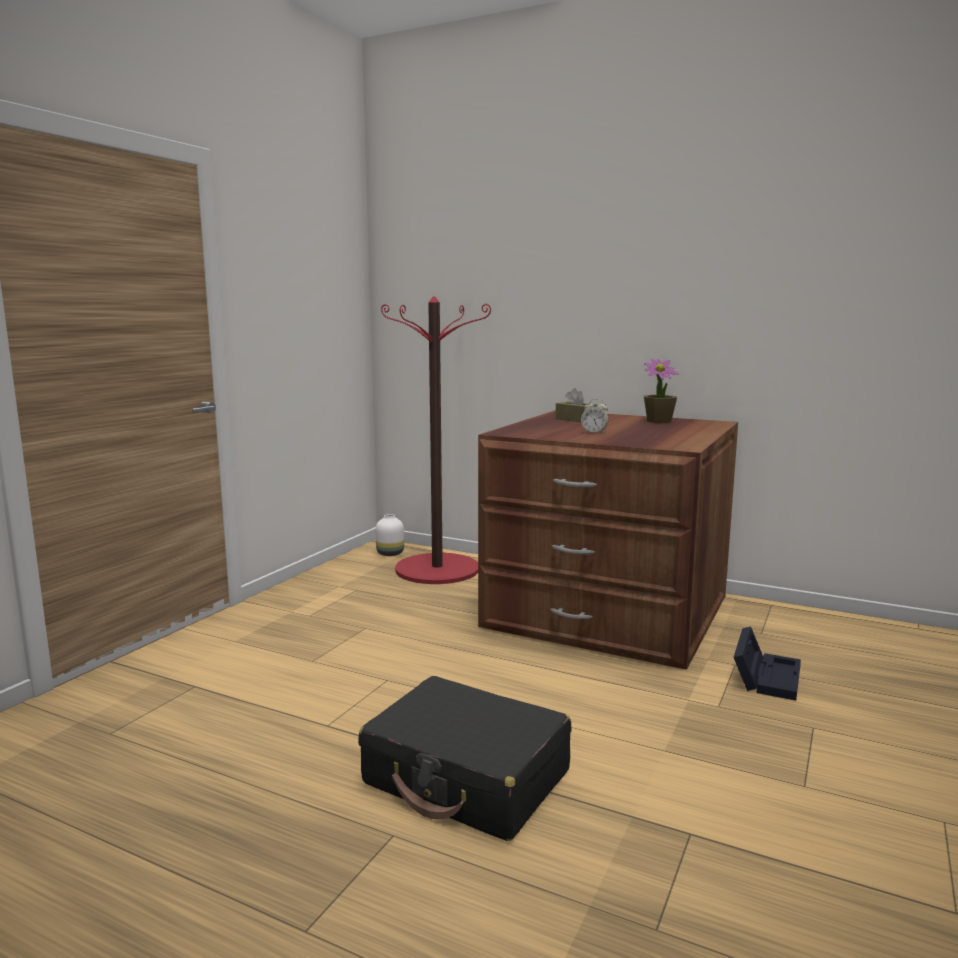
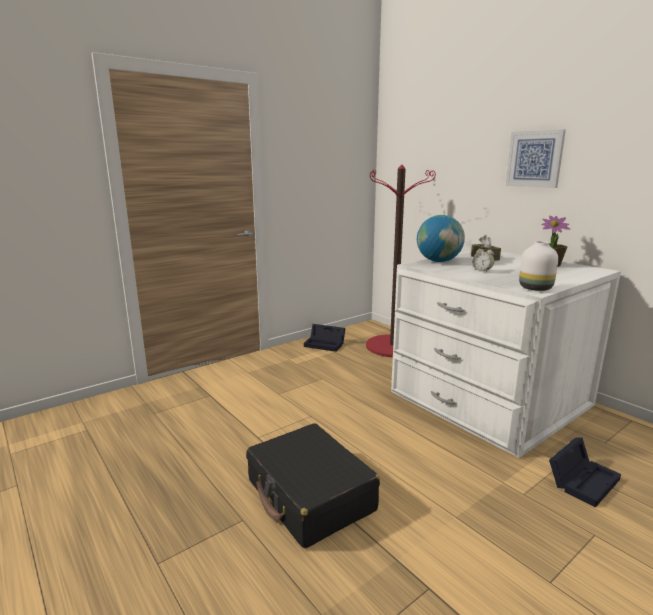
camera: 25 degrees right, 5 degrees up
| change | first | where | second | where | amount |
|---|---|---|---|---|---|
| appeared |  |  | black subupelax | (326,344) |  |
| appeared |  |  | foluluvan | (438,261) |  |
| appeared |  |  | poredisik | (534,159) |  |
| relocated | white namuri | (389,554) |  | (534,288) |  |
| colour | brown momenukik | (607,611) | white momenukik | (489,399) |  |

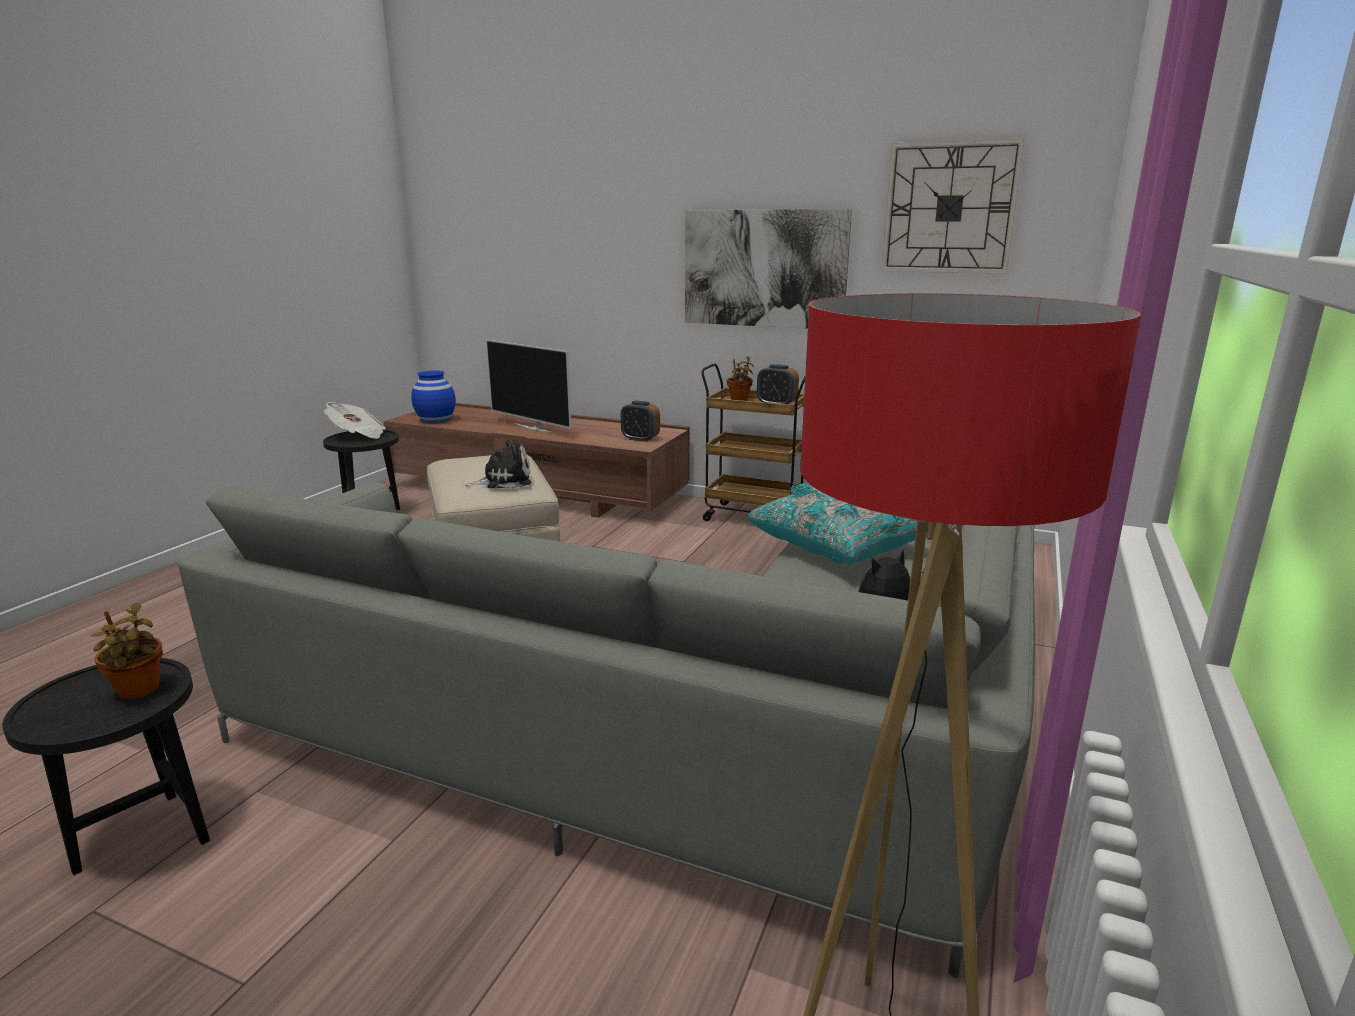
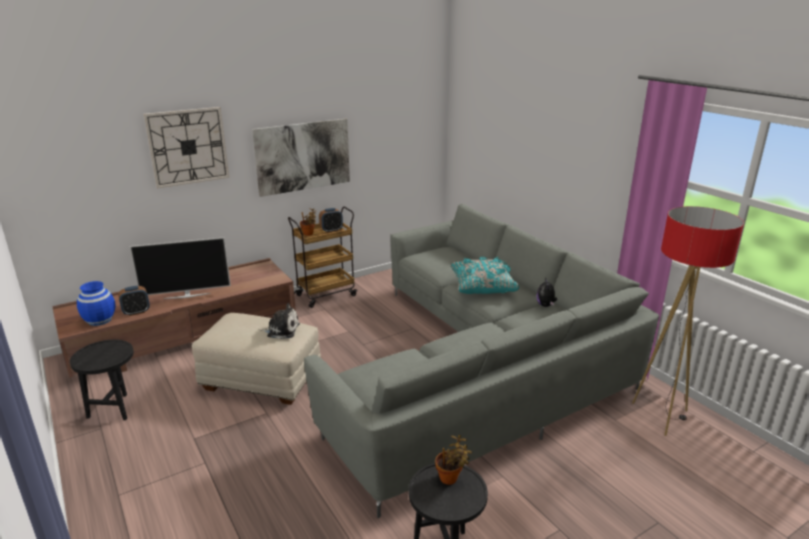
camera: 55 degrees left, 5 degrees up
| change | first | where | second | where | amount |
|---|---|---|---|---|---|
| missing | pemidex | (358,435) |  |  |  |
| relocated | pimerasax | (640,439) |  | (136,312) |  |
| relocated | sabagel | (949,208) |  | (188,147) |  |
| spun | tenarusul | (504,481) |  | (281,330) | 75 degrees clockwise |

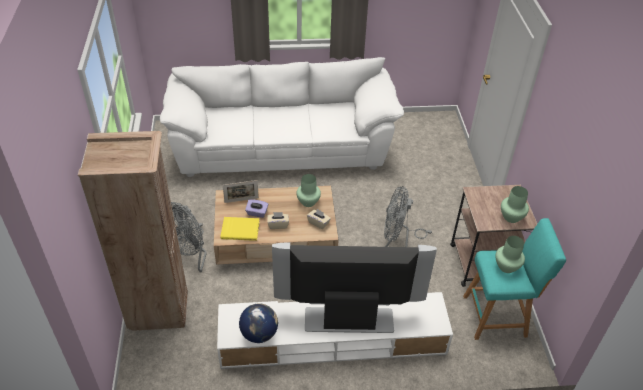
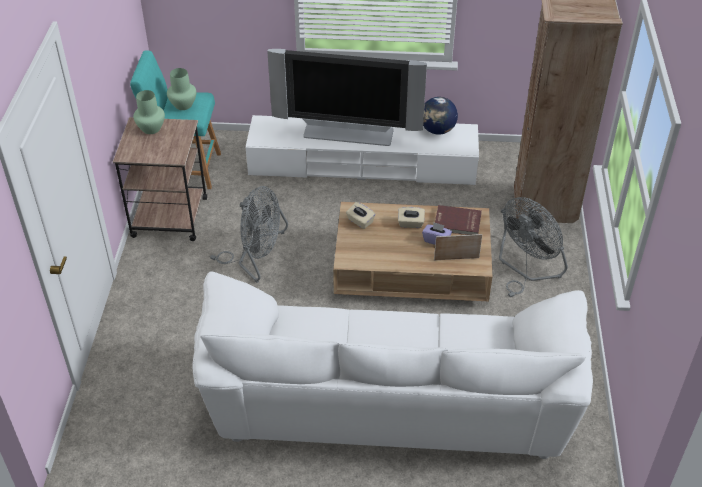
camera: 170 degrees left, 0 degrees up
| change | first | where | second | where | amount |
|---|---|---|---|---|---|
| missing | green namuri | (308,202) |  |  |  |
| colour | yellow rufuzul | (240,229) | red rufuzul | (457,222) |  |

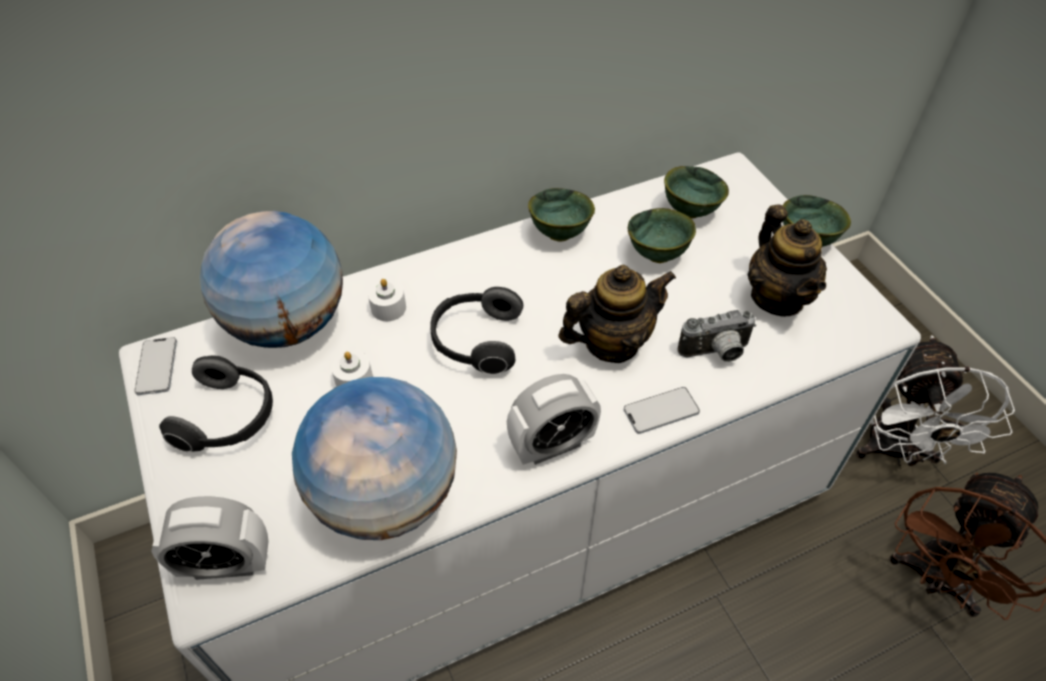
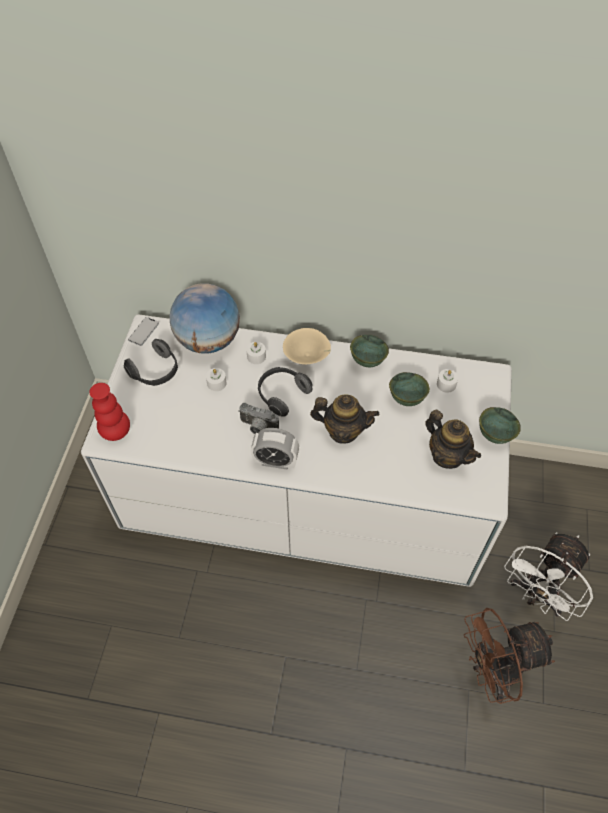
camera: 35 degrees right, 5 degrees up
| change | first | where | second | where | amount |
|---|---|---|---|---|---|
| missing | foluluvan | (387,495) |  |  |  |
| missing | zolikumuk | (661,411) |  |  |  |
| appeared |  |  | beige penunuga | (307,357) |  |
| relocated | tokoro | (716,353) |  | (257,427) |  |
| exchanged | pimerasax | (226,563) | red namuri | (116,432) |  |
| exchanged | green penunuga | (689,210) | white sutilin | (446,384) |  |
| spun | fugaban | (777,297) |  | (447,455) | 60 degrees counterclockwise |

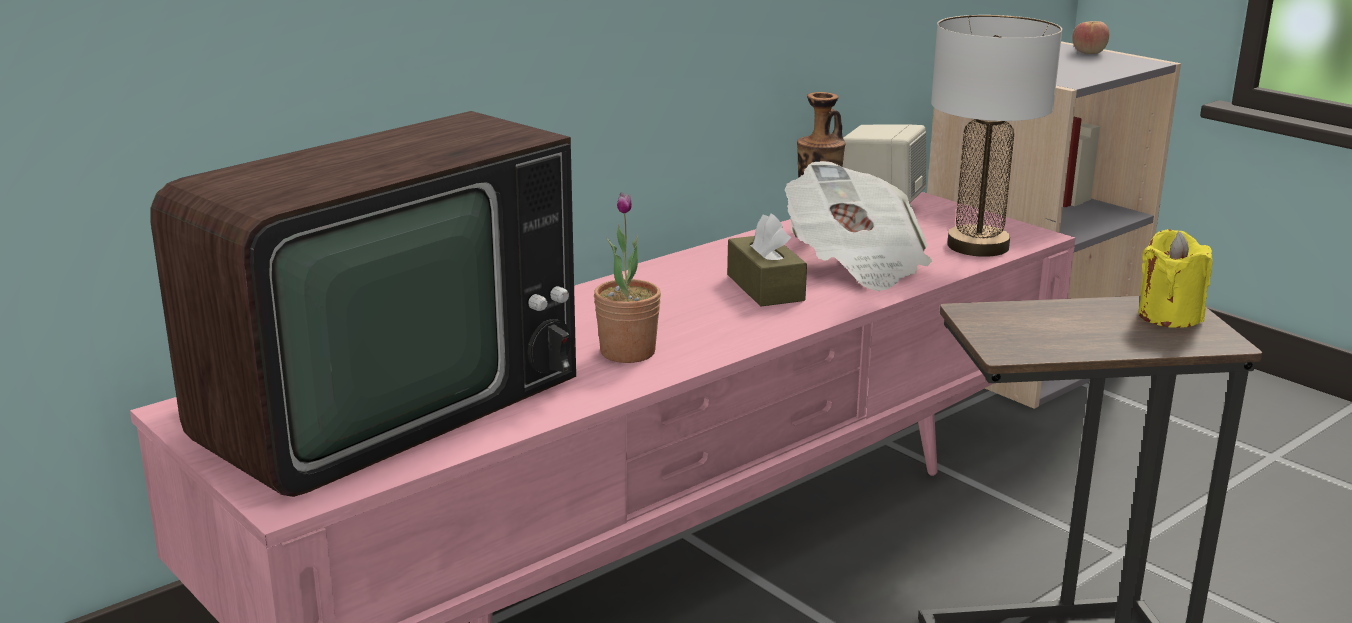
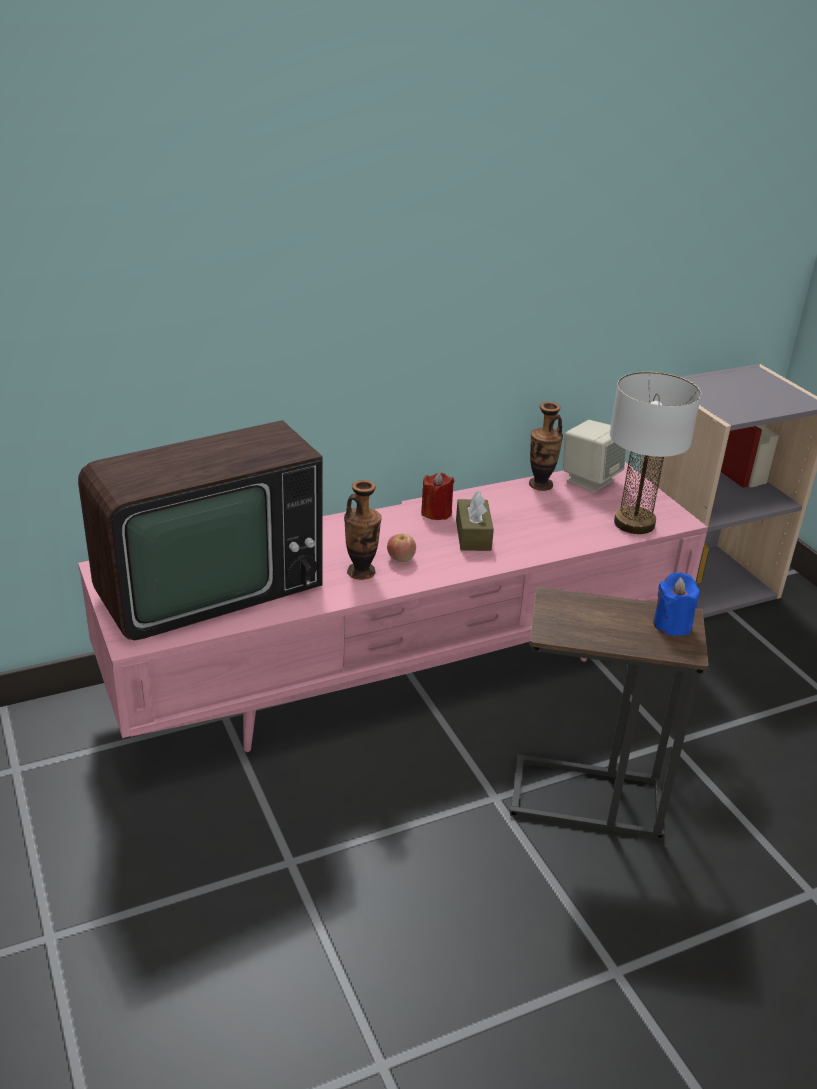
camera: 15 degrees right, 10 degrees up
| change | first | where | second | where | amount |
|---|---|---|---|---|---|
| missing | pemidex | (855,264) |  |  |  |
| appeared |  |  | red sutilin | (436,513) |  |
| relocated | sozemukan | (1088,52) |  | (401,558) |  |
| exchanged | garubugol | (627,352) | namuri | (361,572) |  |
| colour | yellow sutilin | (1169,316) | blue sutilin | (672,625) |  |

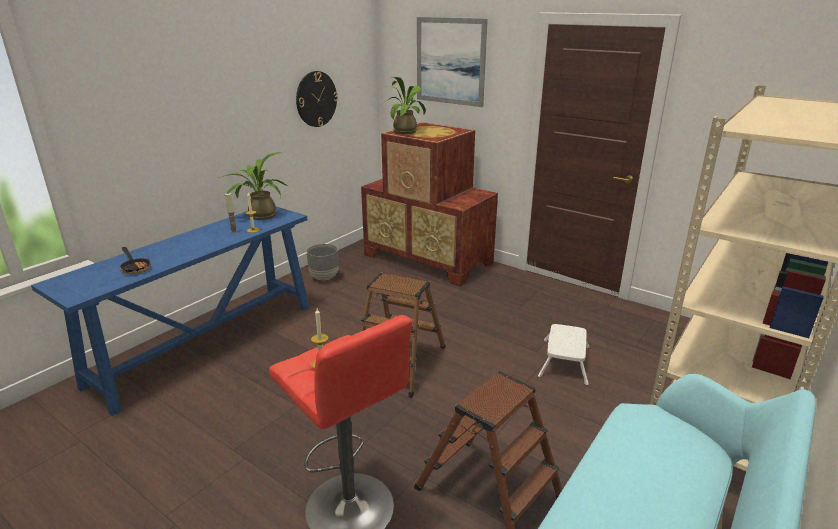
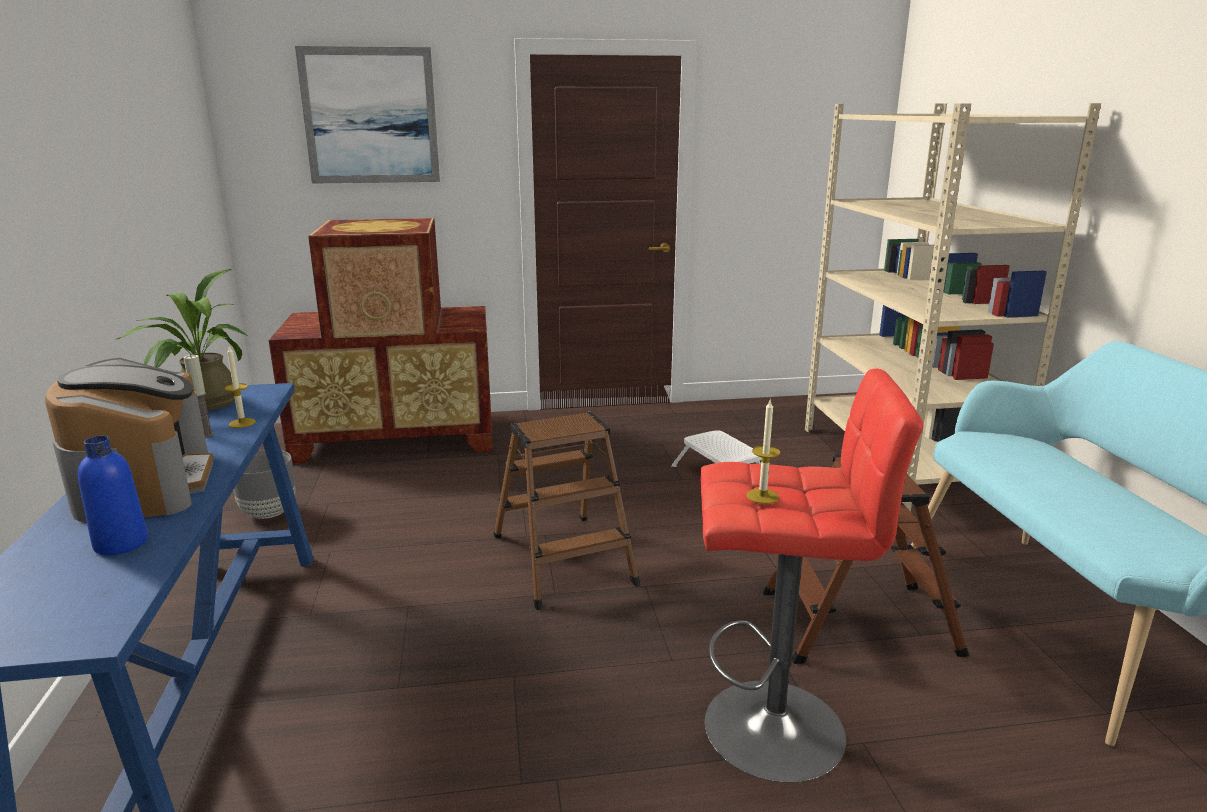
camera: 45 degrees left, 5 degrees down
| change | first | where | second | where | amount |
|---|---|---|---|---|---|
| missing | sabagel | (316,99) |  |  |  |
| missing | garubugol | (407,131) |  |  |  |
| appeared |  |  | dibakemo | (144,484) |  |
| exchanged | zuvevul | (135,268) | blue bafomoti | (121,544) |  |

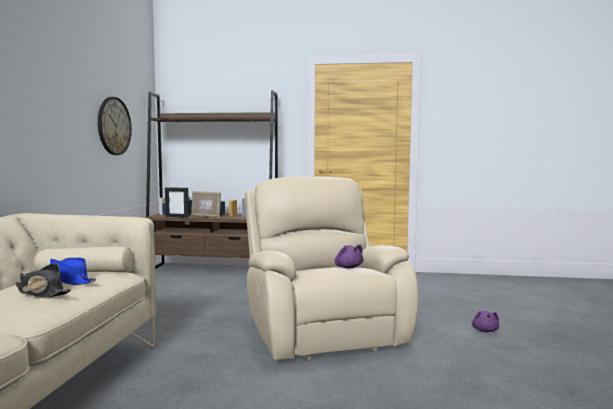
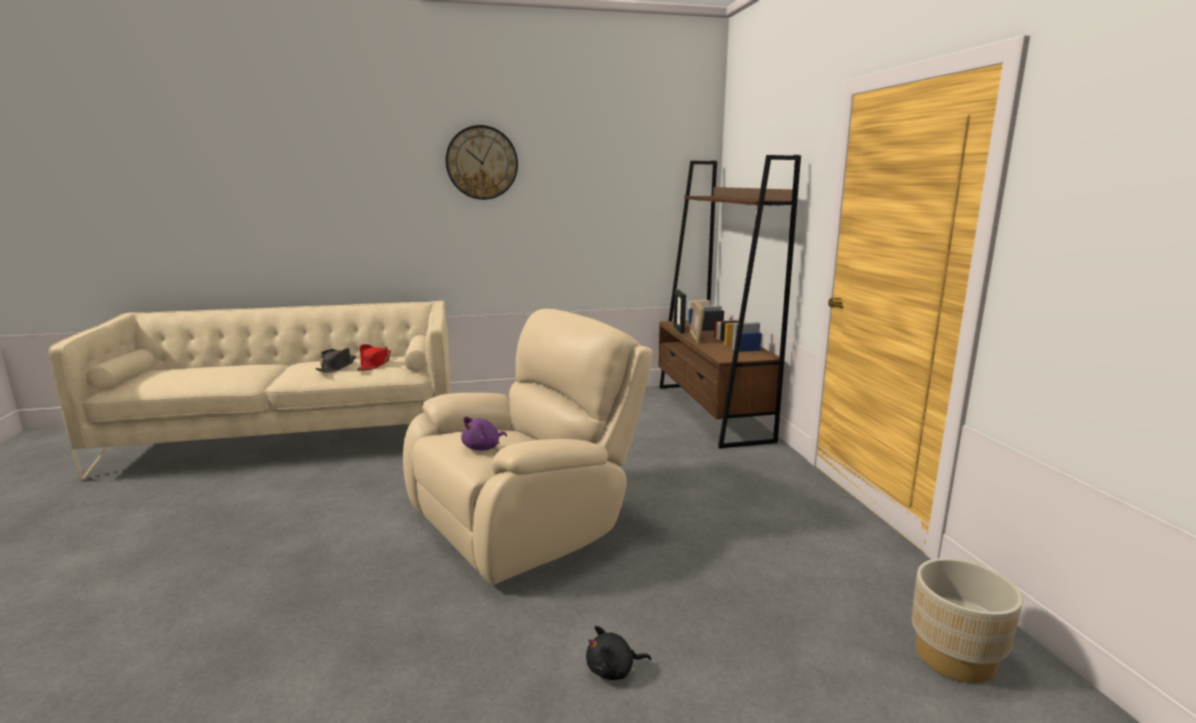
camera: 70 degrees right, 10 degrees up
| change | first | where | second | where | amount |
|---|---|---|---|---|---|
| appeared |  |  | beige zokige | (954,657) |  |
| relocated | sabagel | (114,126) |  | (482,163) |  |
| colour | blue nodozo | (68,280) | red nodozo | (374,364) |  |
| colour | purple tenarusul | (485,330) | black tenarusul | (613,670) |  |

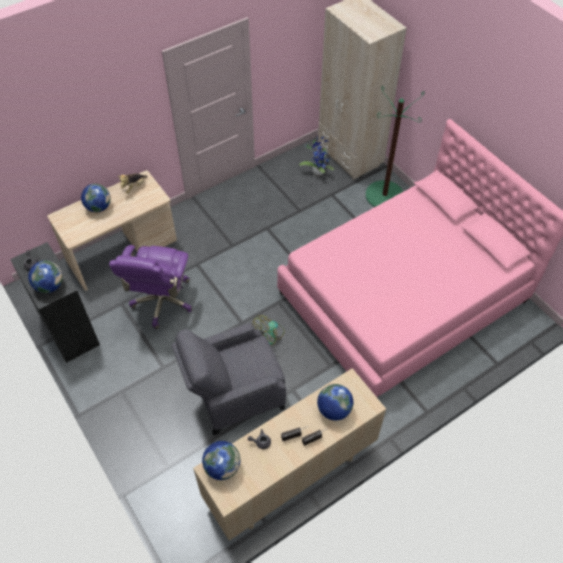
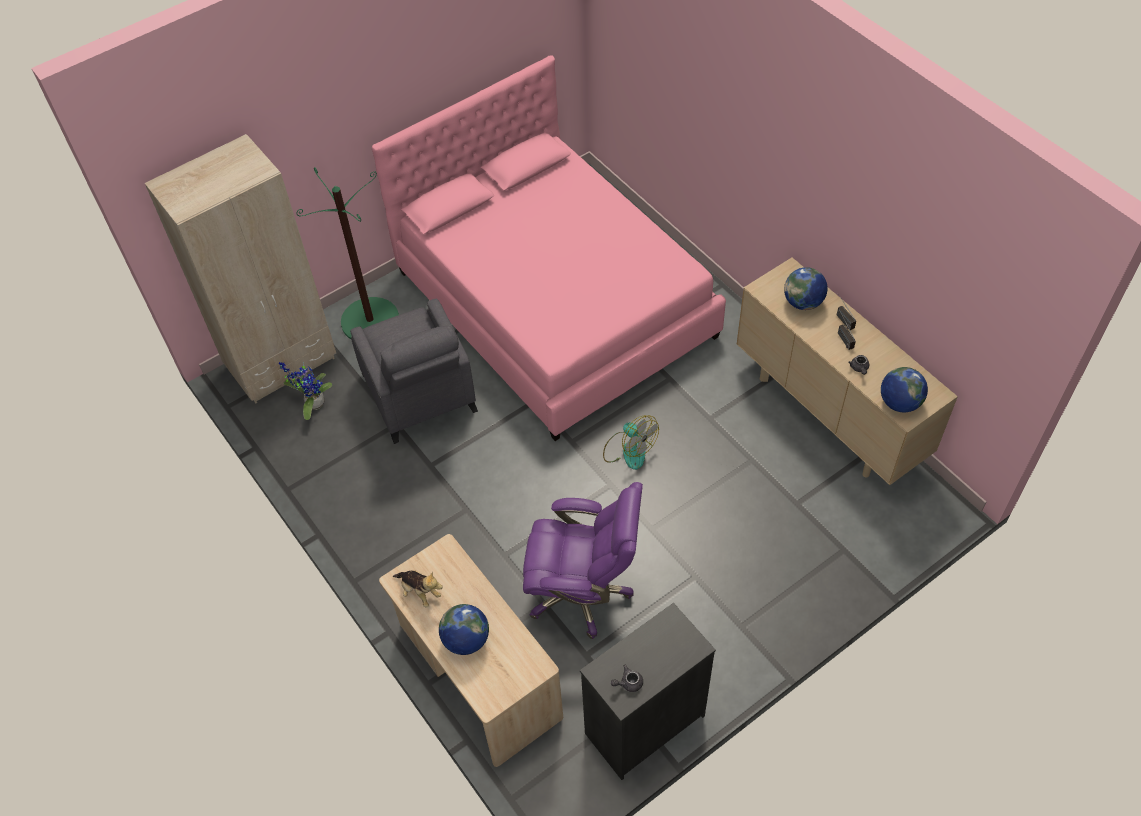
camera: 90 degrees left, 0 degrees up
| change | first | where | second | where | amount |
|---|---|---|---|---|---|
| missing | foluluvan | (50,286) |  |  |  |
| relocated | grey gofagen | (234,393) |  | (420,395) |  |

